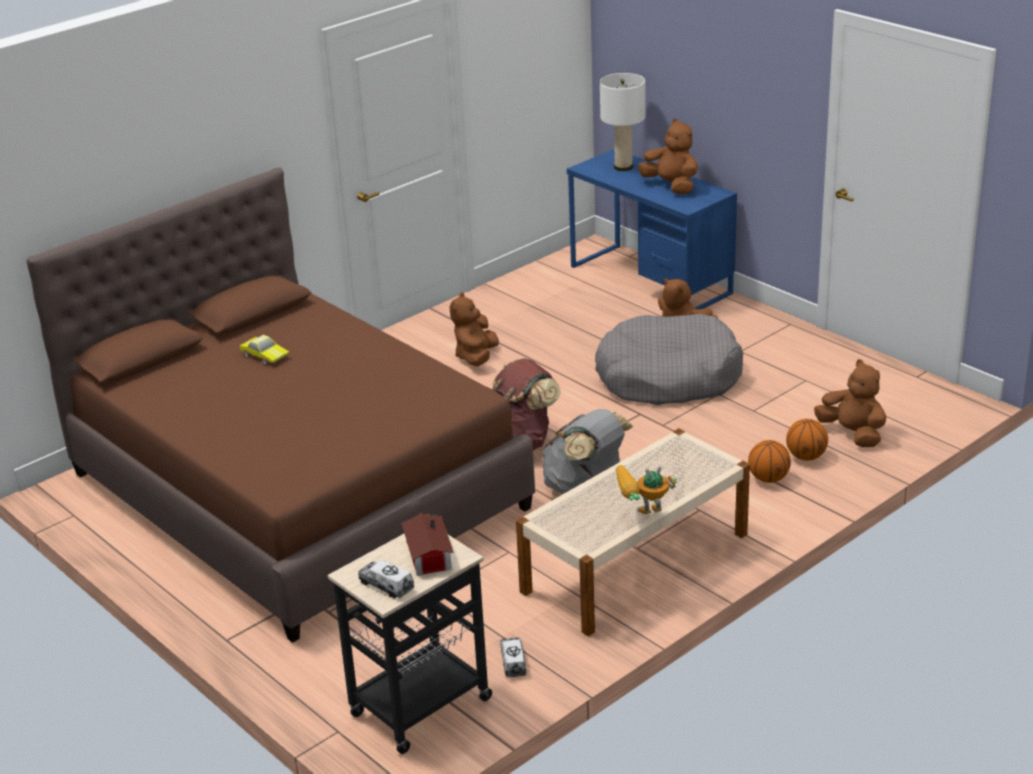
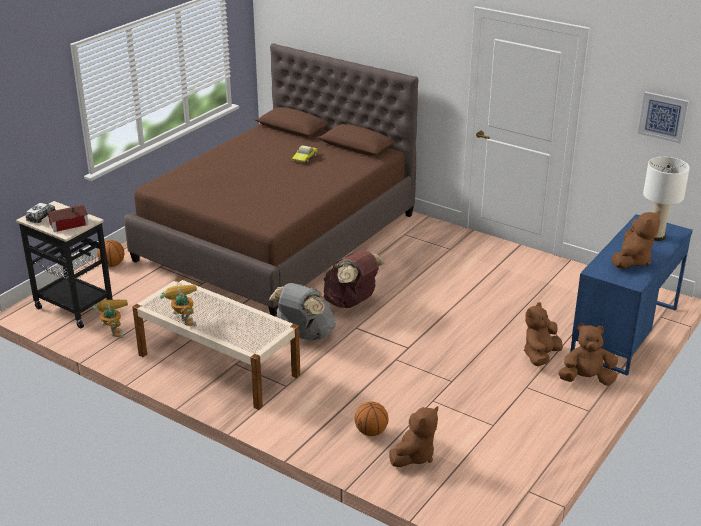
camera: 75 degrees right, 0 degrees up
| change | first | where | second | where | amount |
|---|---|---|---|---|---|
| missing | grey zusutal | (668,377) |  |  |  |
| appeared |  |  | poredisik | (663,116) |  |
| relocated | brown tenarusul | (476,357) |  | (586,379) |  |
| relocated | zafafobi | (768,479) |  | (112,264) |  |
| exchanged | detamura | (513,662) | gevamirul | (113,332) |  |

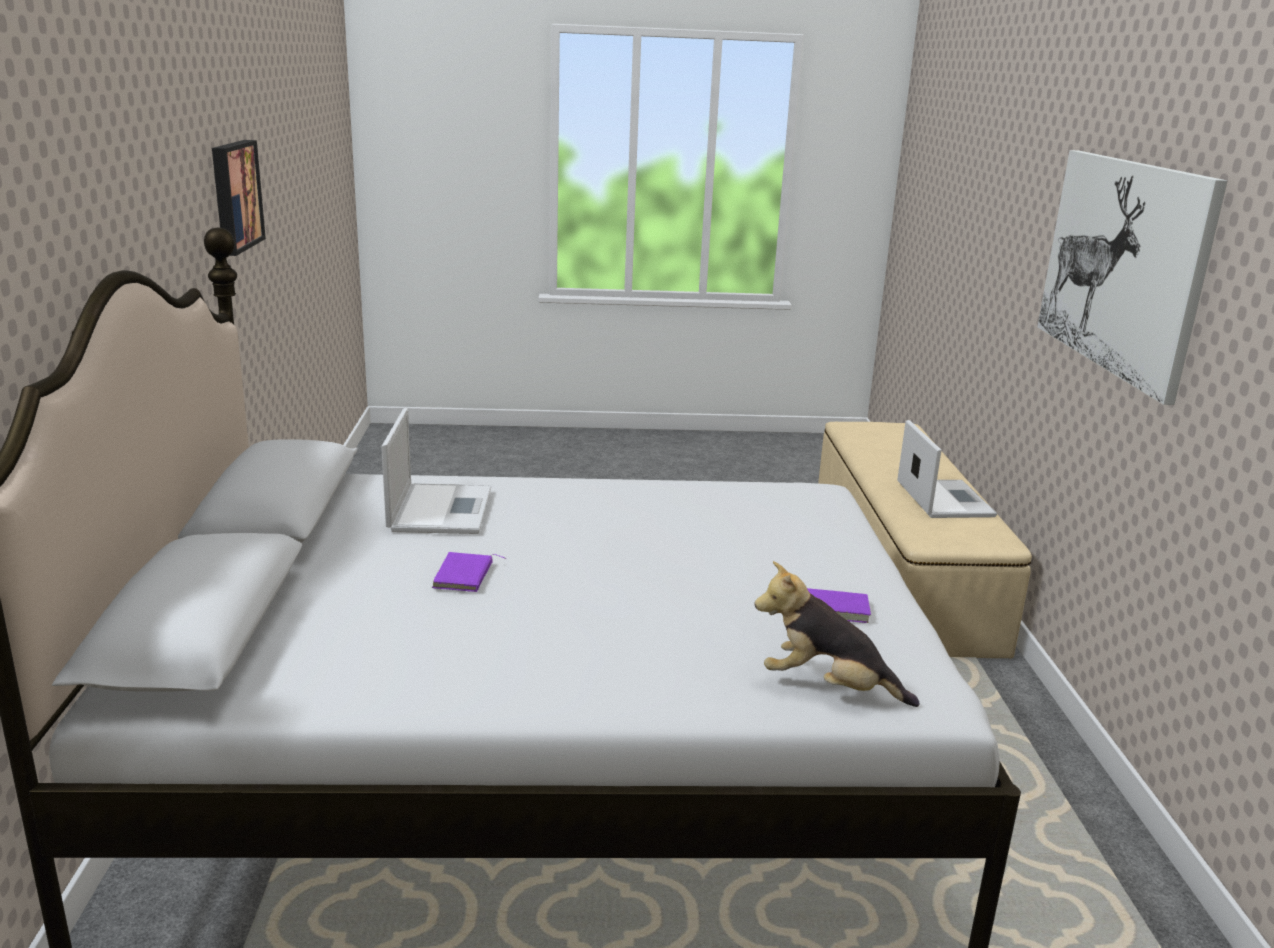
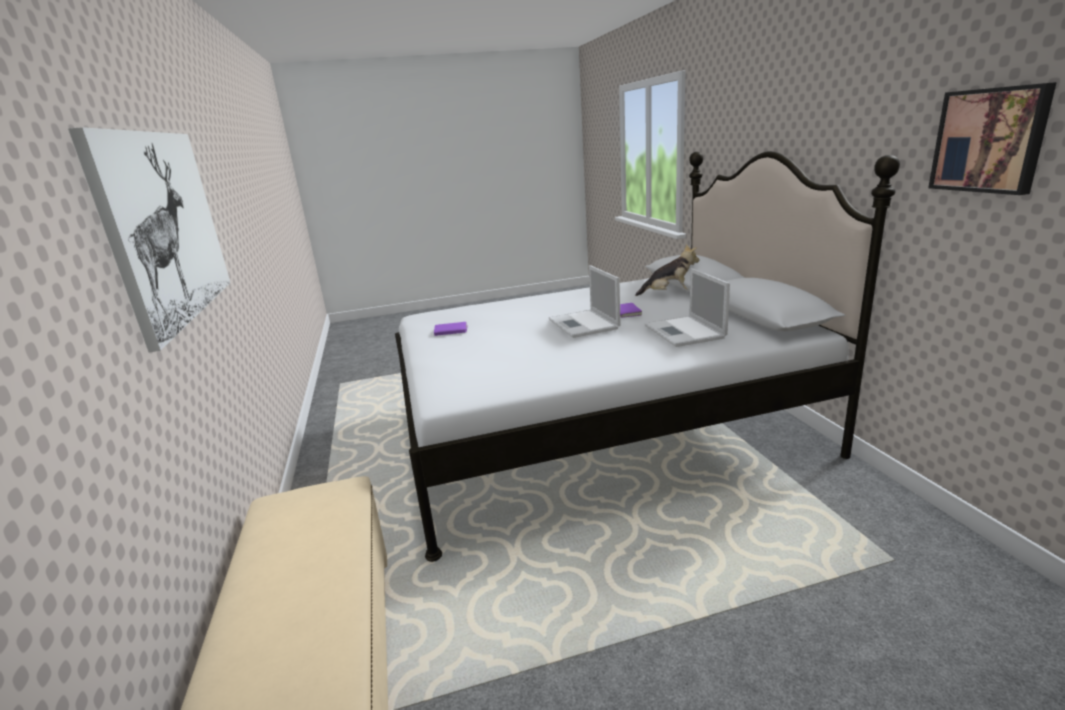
camera: 170 degrees right, 0 degrees up
| change | first | where | second | where | amount |
|---|---|---|---|---|---|
| relocated | tenarusul | (827,687) |  | (668,294) |  |
| relocated | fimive | (943,499) |  | (584,324) |  |

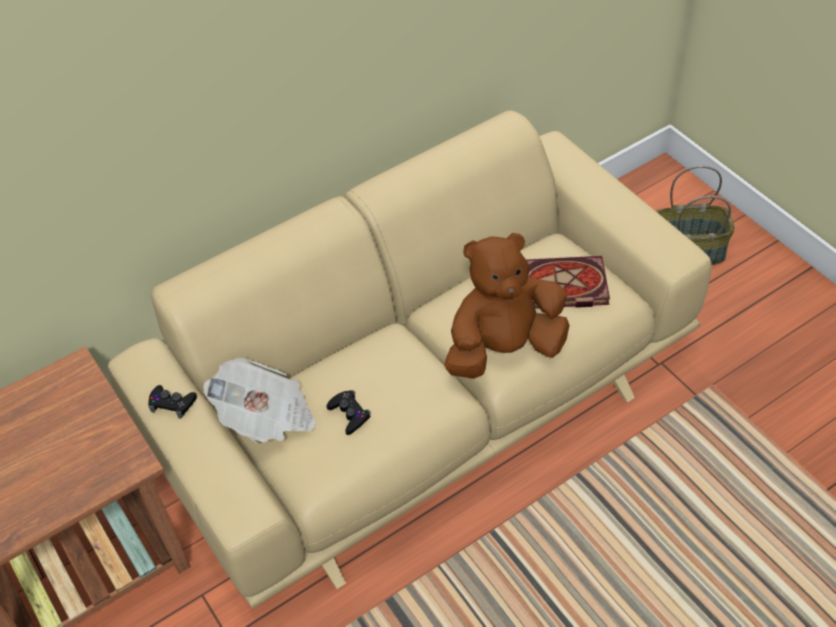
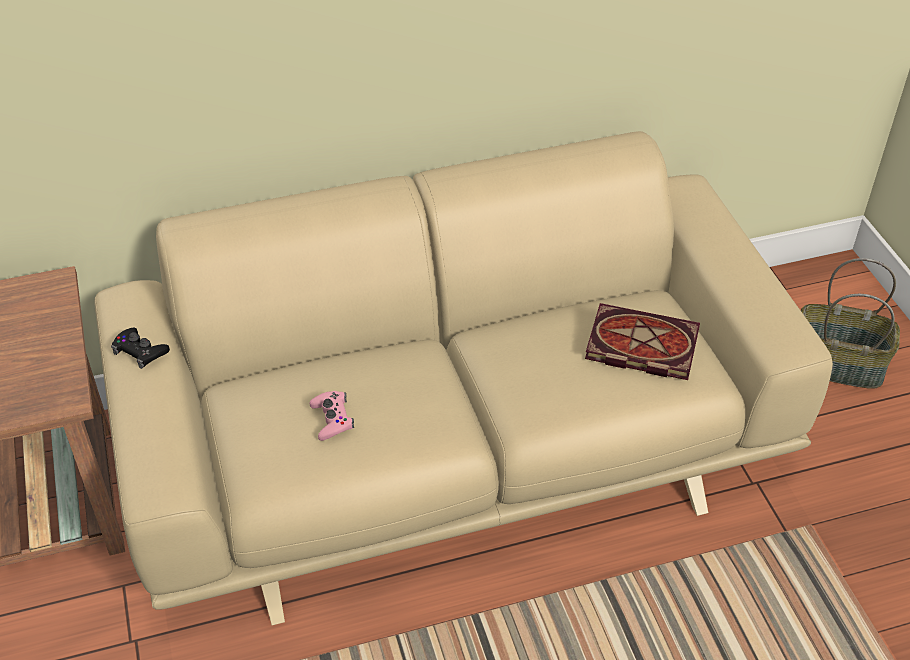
camera: 15 degrees right, 5 degrees down
| change | first | where | second | where | amount |
|---|---|---|---|---|---|
| missing | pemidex | (266,417) |  |  |  |
| missing | brown tenarusul | (504,349) |  |  |  |
| colour | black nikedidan | (349,414) | pink nikedidan | (332,419) |  |

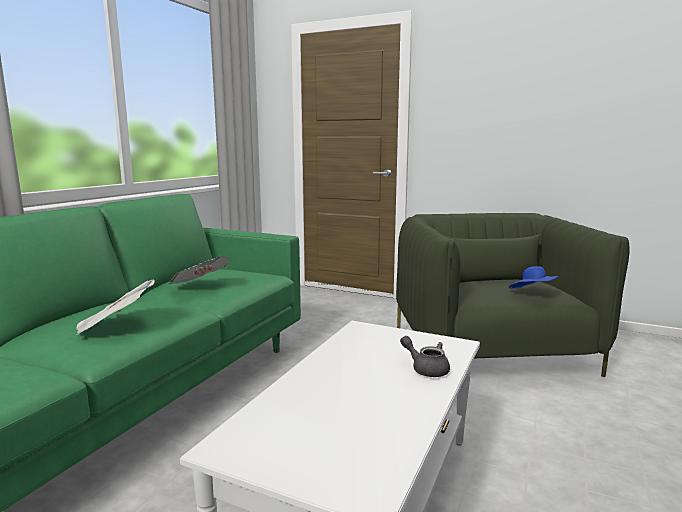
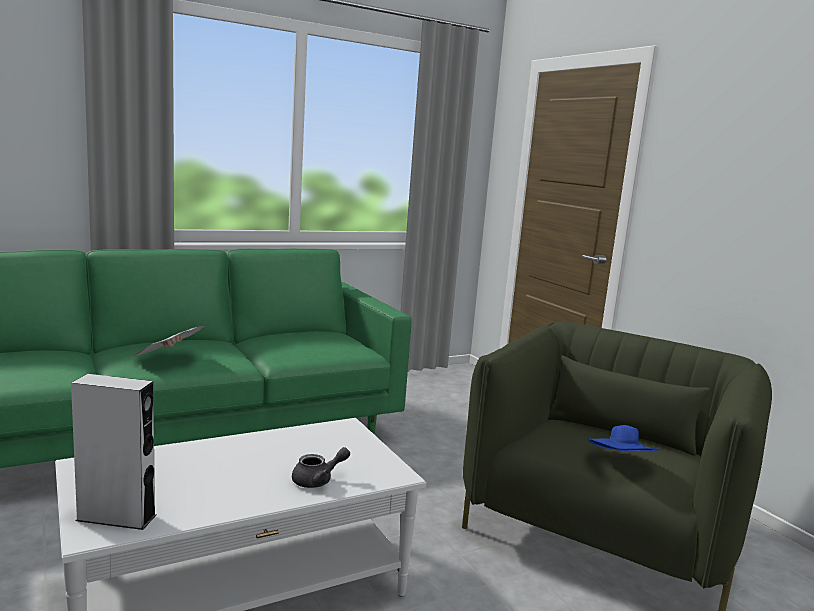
camera: 35 degrees right, 0 degrees up
| change | first | where | second | where | amount |
|---|---|---|---|---|---|
| missing | pemidex | (200,287) |  |  |  |
| appeared |  |  | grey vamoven | (116,517) |  |
| spun | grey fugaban | (426,369) |  | (318,480) | 75 degrees clockwise |

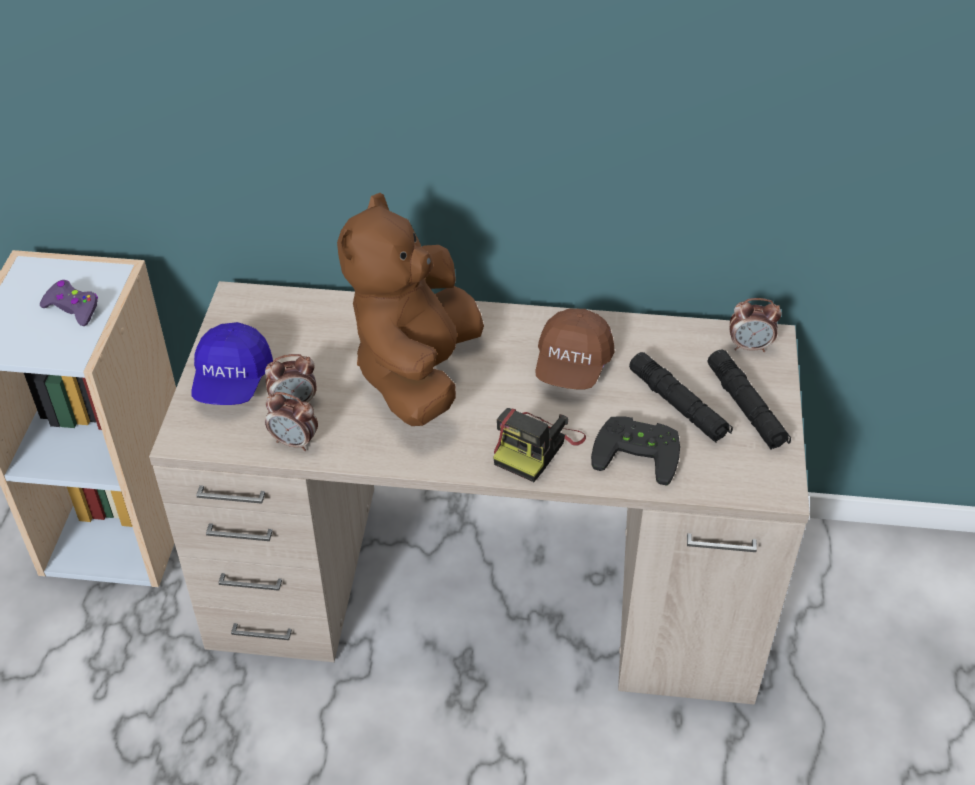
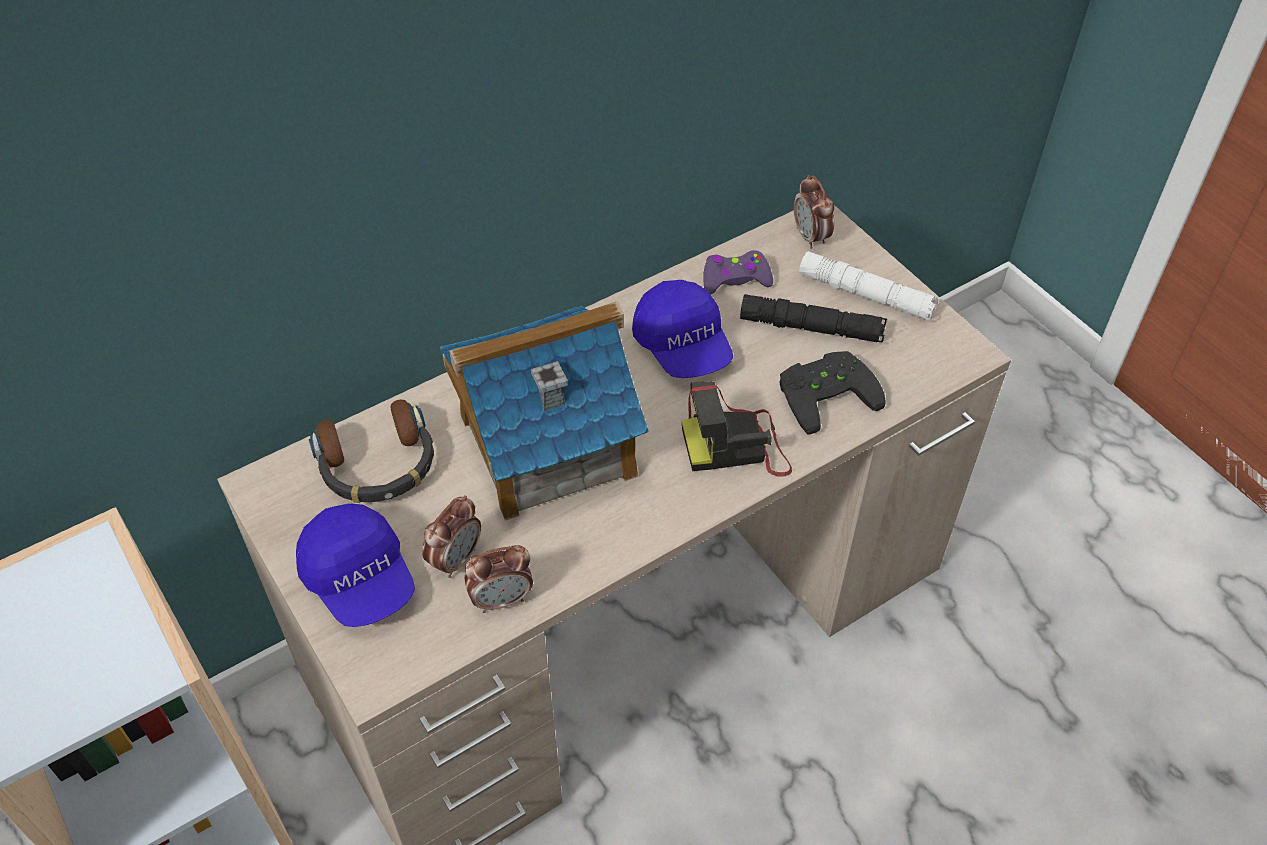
camera: 40 degrees left, 5 degrees up
| change | first | where | second | where | amount |
|---|---|---|---|---|---|
| appeared |  |  | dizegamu | (377,465) |  |
| relocated | purple nikedidan | (73,308) |  | (735,279) |  |
| exchanged | brown tenarusul | (417,372) | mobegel | (546,445) |  |
| colour | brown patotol | (572,366) | blue patotol | (683,347) |  |
| colour | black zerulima | (746,407) | white zerulima | (866,295) |  |
| spun | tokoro | (536,447) |  | (737,446) | 90 degrees clockwise |
| spun | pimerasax | (750,347) |  | (810,237) | 105 degrees clockwise |

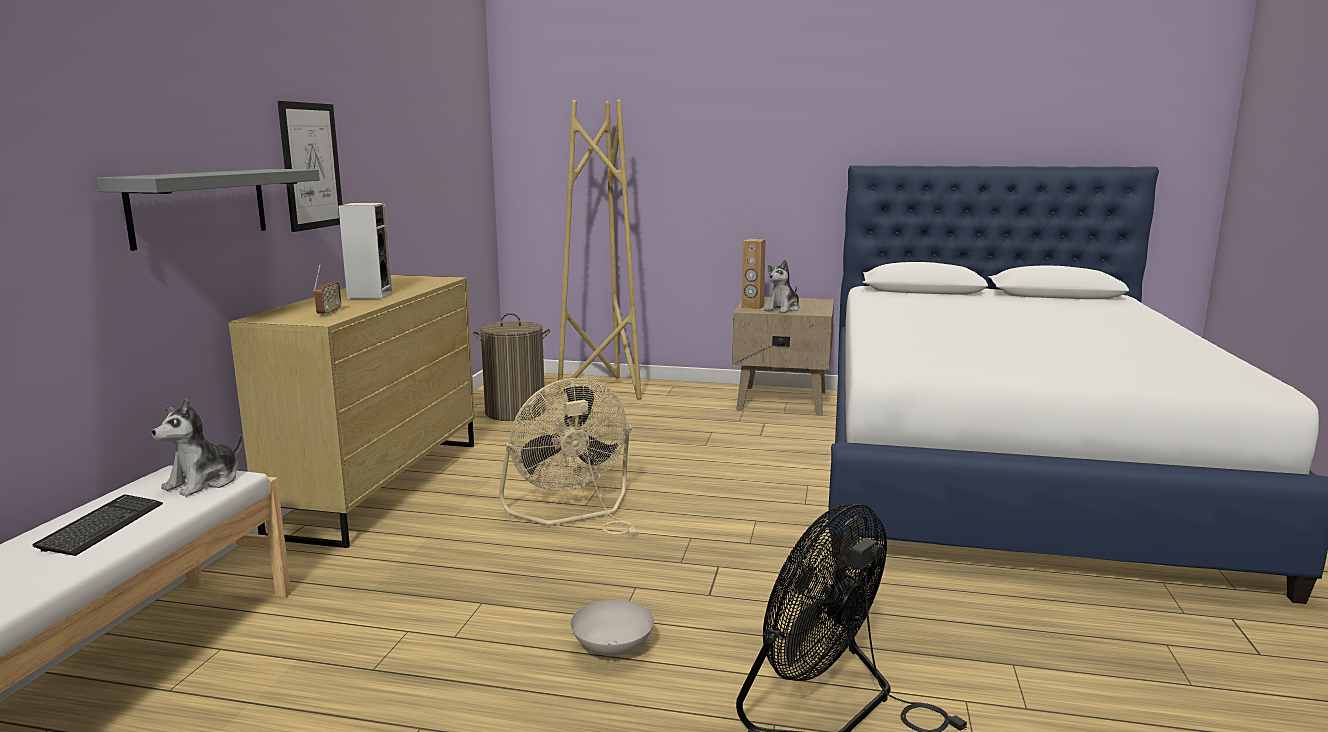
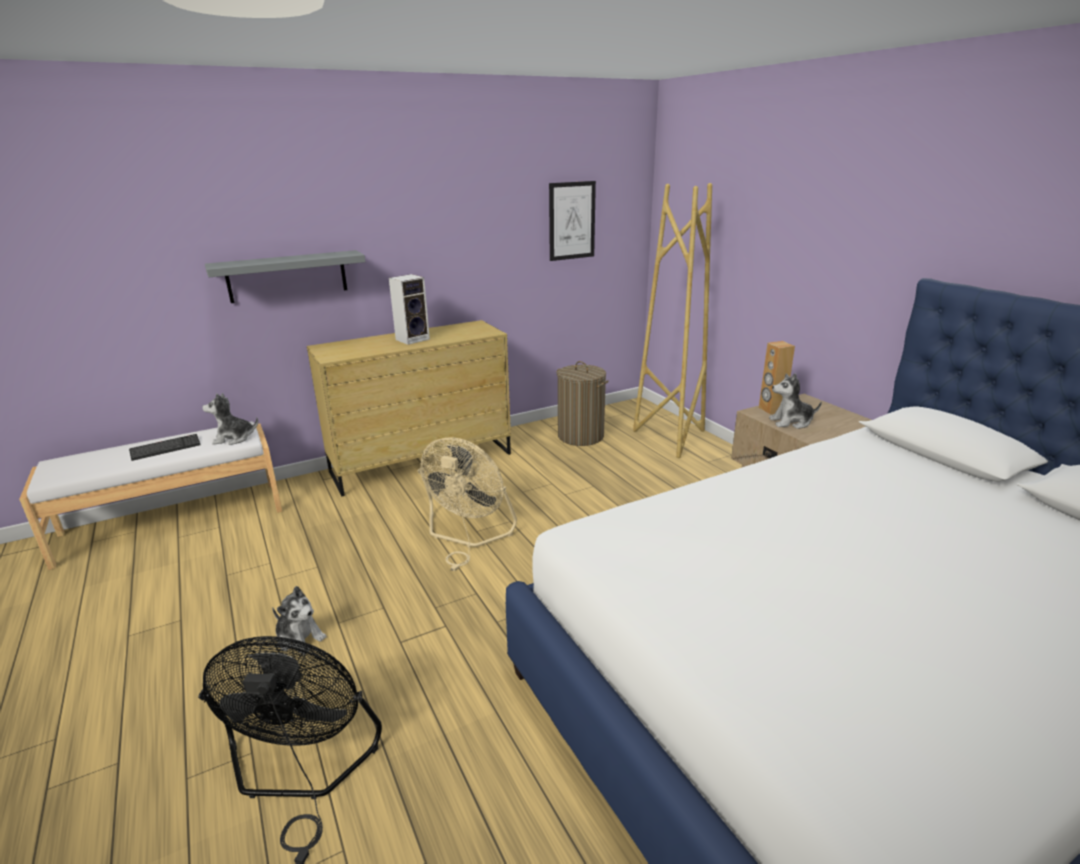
camera: 50 degrees right, 10 degrees up
| change | first | where | second | where | amount |
|---|---|---|---|---|---|
| missing | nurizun | (329,313) |  |  |  |
| relocated | poredisik | (311,166) |  | (572,221) |  |
| exchanged | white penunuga | (611,648) | tenarusul | (300,638) |  |

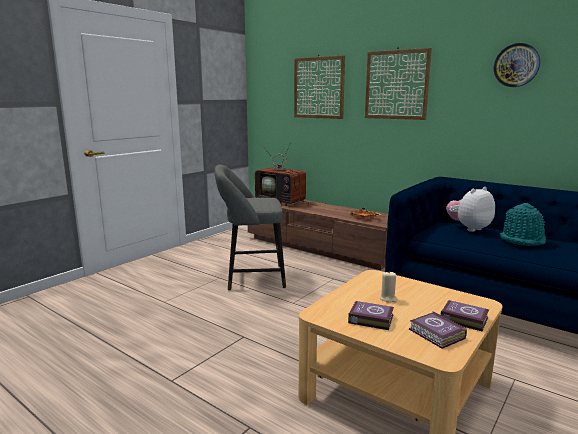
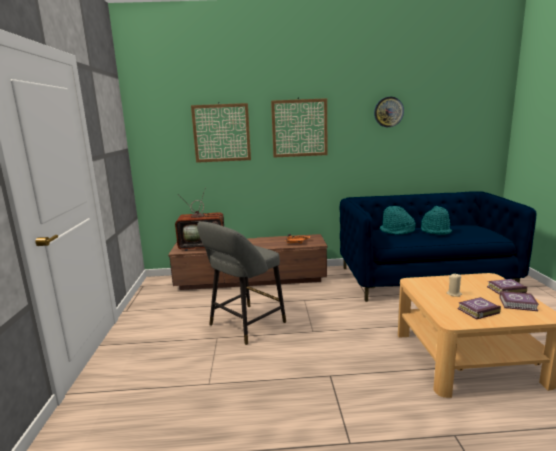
camera: 40 degrees left, 0 degrees up
| change | first | where | second | where | amount |
|---|---|---|---|---|---|
| exchanged | tenarusul | (469,228) | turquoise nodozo | (397,231) |  |

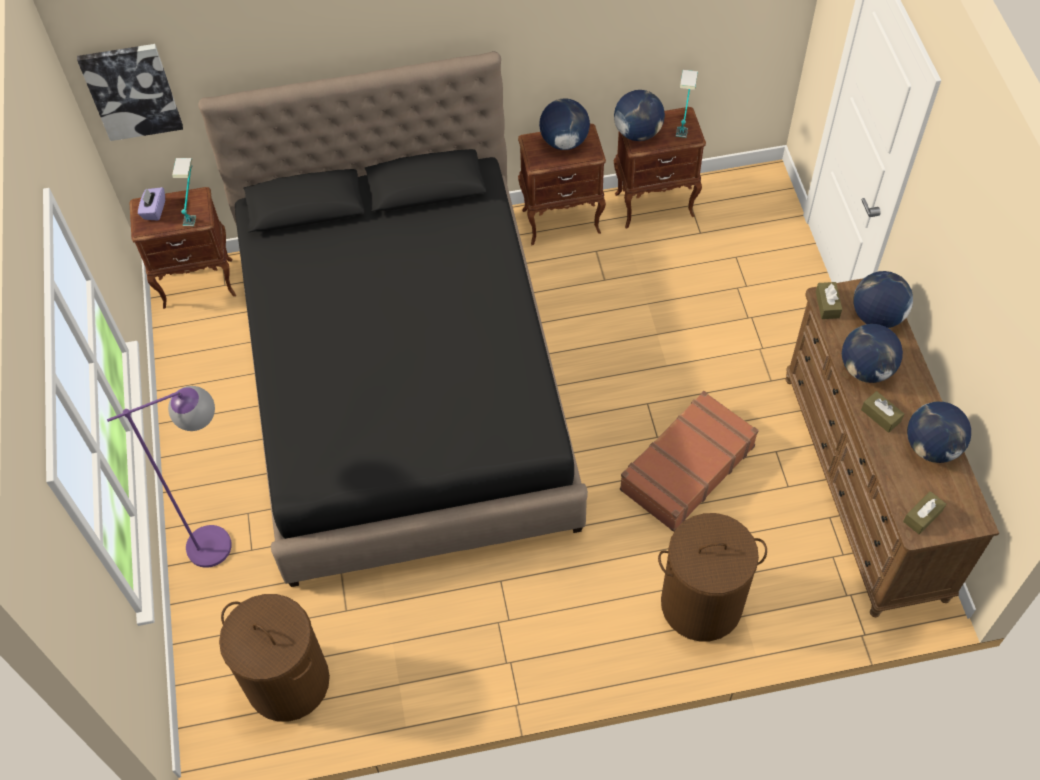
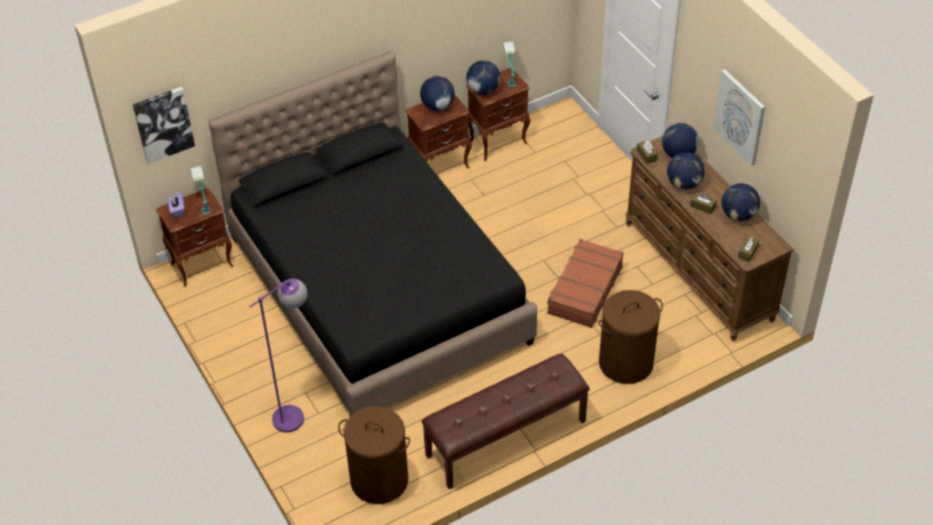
camera: 20 degrees left, 10 degrees down
| change | first | where | second | where | amount |
|---|---|---|---|---|---|
| appeared |  |  | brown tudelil | (506,438) |  |
| appeared |  |  | poredisik | (740,117) |  |

